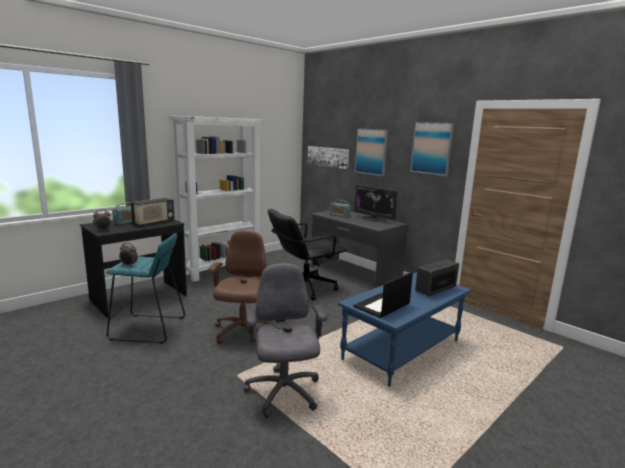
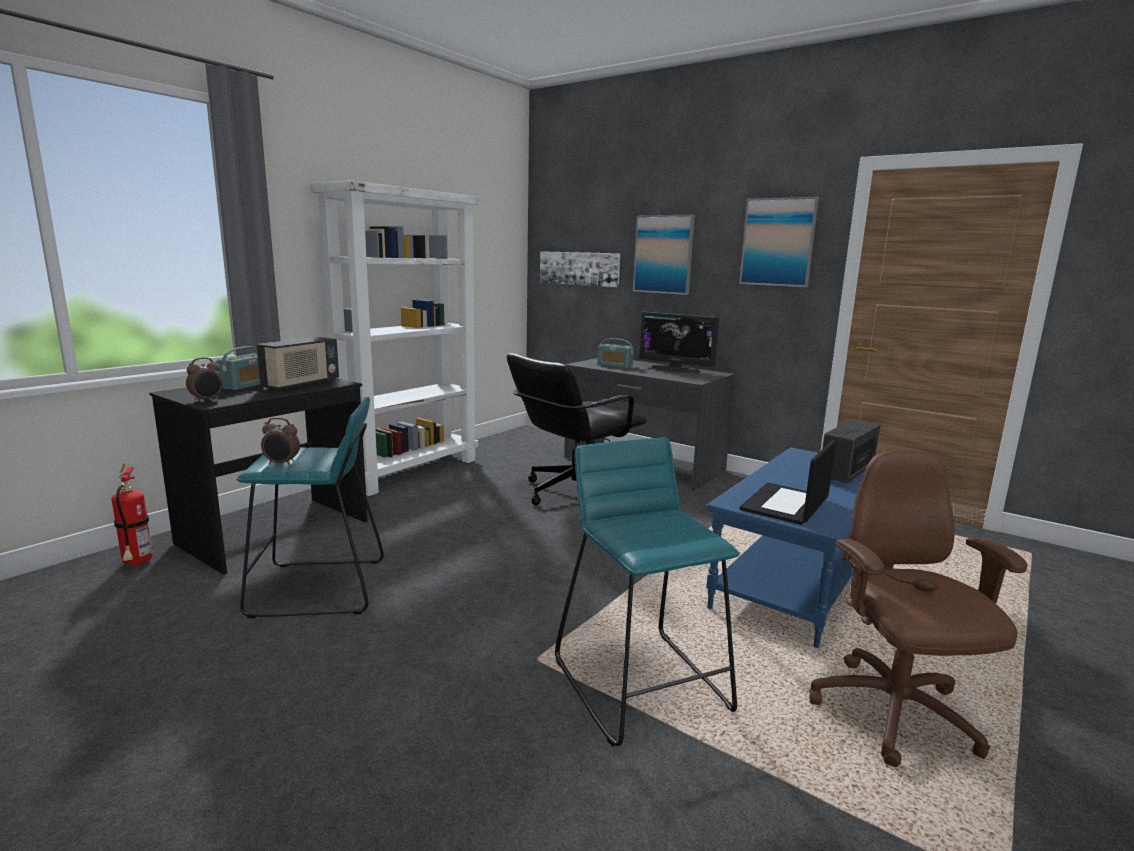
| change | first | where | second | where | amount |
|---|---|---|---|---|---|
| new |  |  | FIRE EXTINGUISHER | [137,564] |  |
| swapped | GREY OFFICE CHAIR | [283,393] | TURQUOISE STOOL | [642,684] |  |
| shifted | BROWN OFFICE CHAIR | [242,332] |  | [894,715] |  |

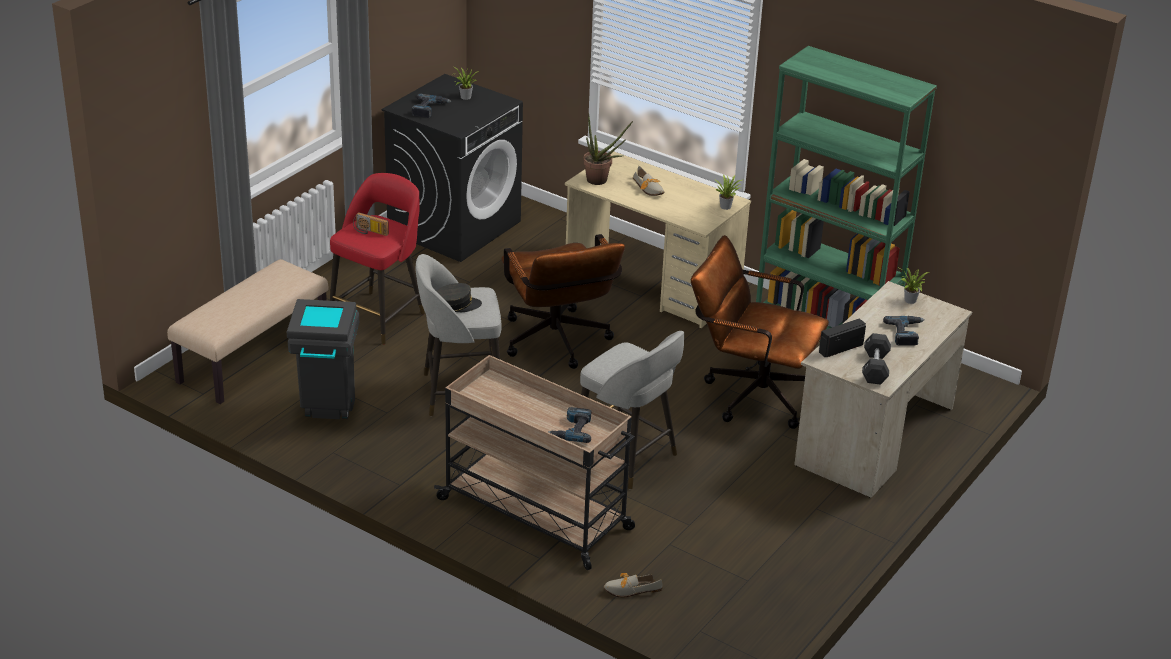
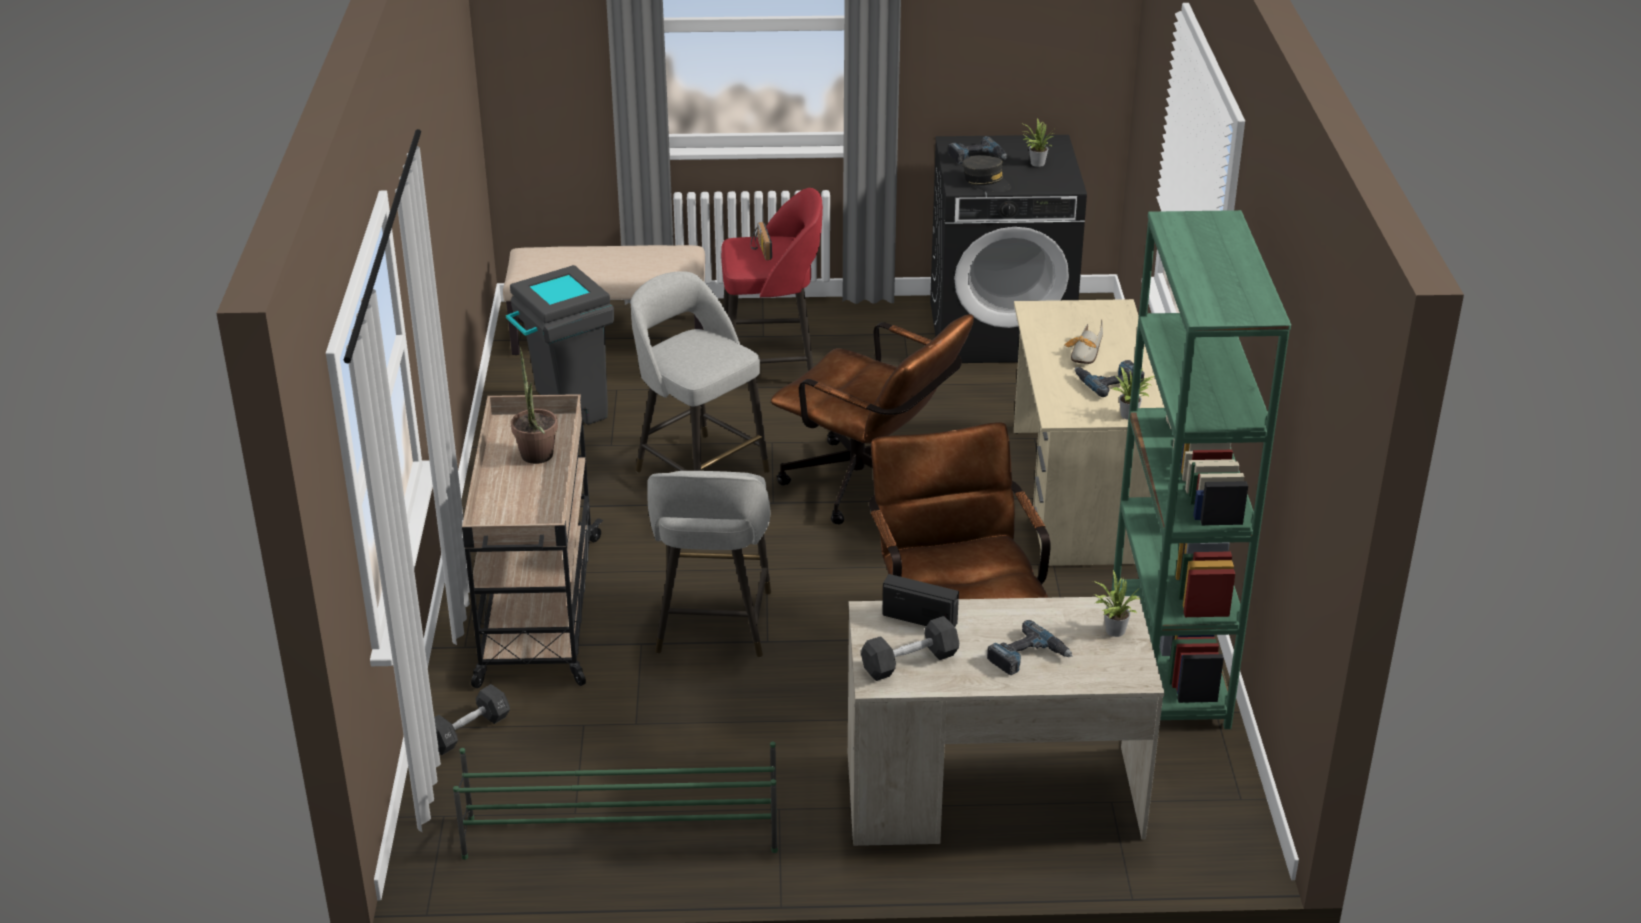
| change | first | where | second | where | amount |
|---|---|---|---|---|---|
| swapped | SHOE | [628,590] | BLACK DUMBBELL | [468,731] |  |
| new |  |  | GREEN SHOE RACK | [619,834] |  |
| shifted | POTTED PLANT | [601,181] |  | [537,459] |  |
| rotated | BROWN OFFICE CHAIR | [558,345] |  | [869,488] | 90 degrees counterclockwise |
| shifted | GREY CAP | [458,304] |  | [986,182] |  |
| shifted | POWER DRILL | [571,430] |  | [1108,381] |  |

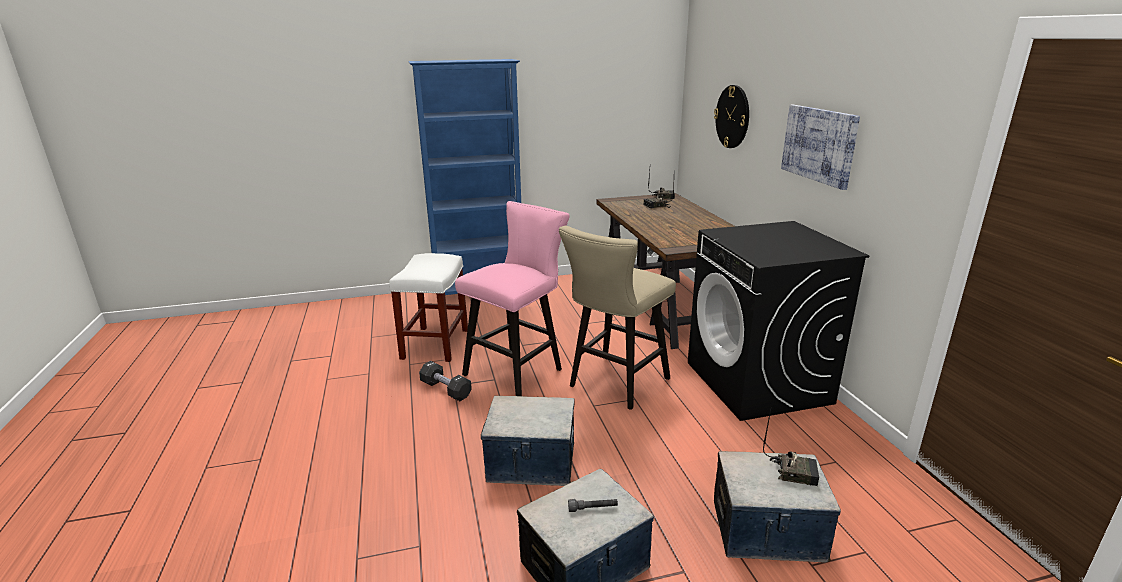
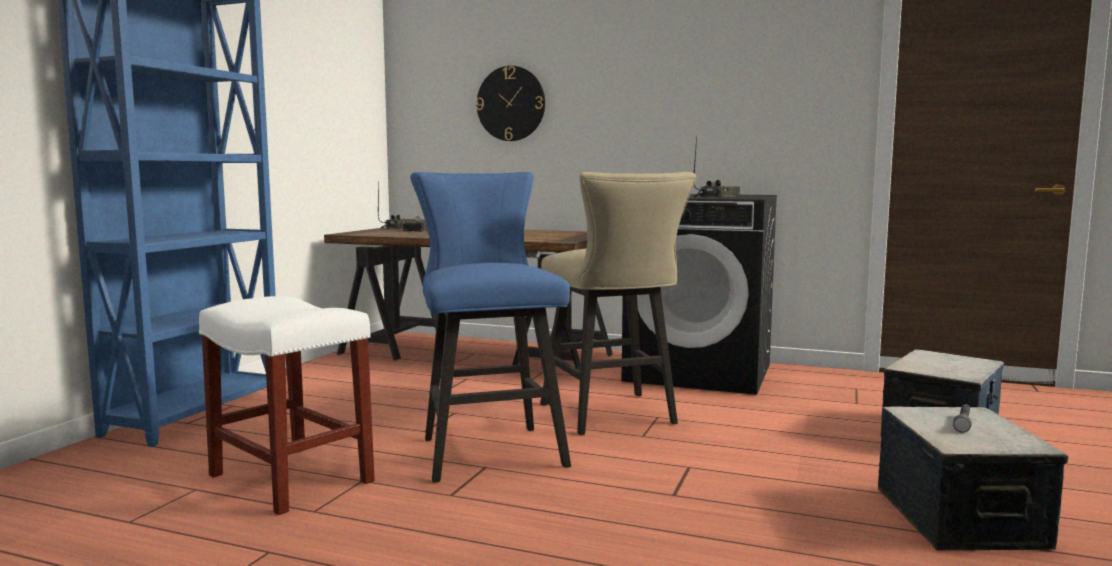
| change | first | where | second | where | amount |
|---|---|---|---|---|---|
| repainted | PINK STOOL | [518,370] | BLUE STOOL | [488,449] |  |
| shifted | RADIO | [794,472] |  | [716,197] |  |
| gone | BLACK DUMBBELL | [446,390] |  |  |  |
| gone | STORAGE BOX | [531,463] |  |  |  |
| gone | PICTURE | [819,144] |  |  |  |

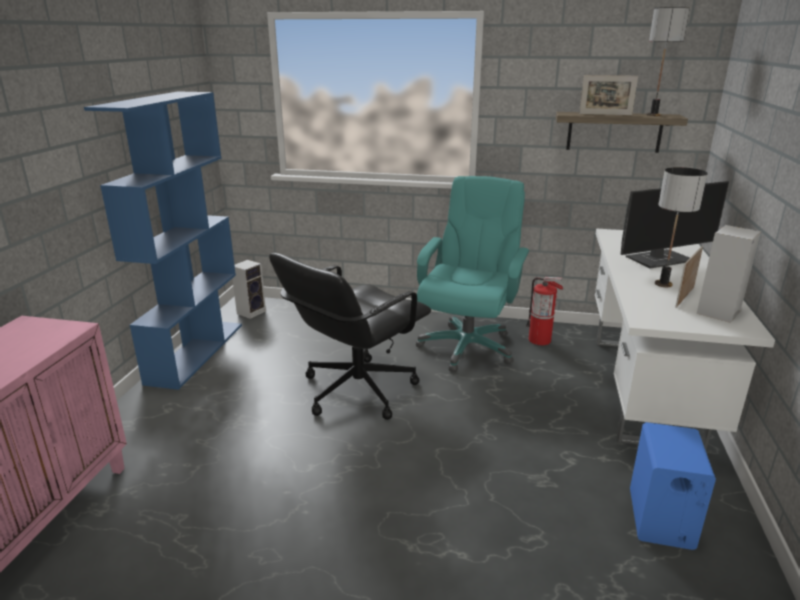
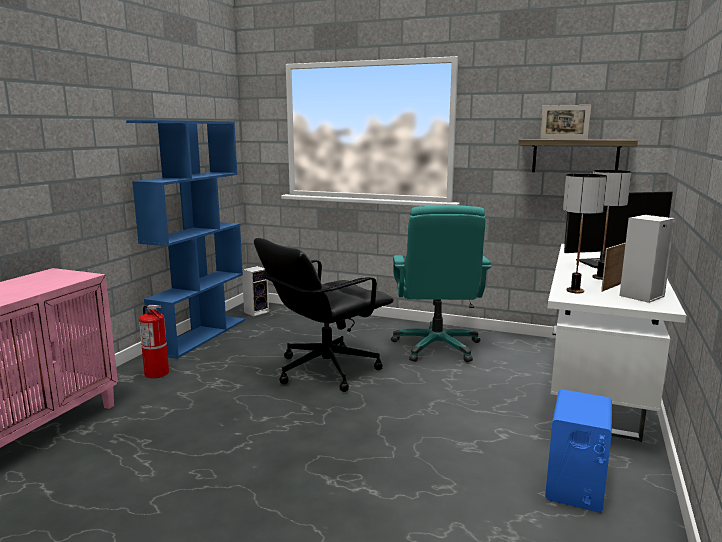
| change | first | where | second | where | amount |
|---|---|---|---|---|---|
| shifted | FIRE EXTINGUISHER | [540,340] |  | [157,373] |  |
| rotated | TURQUOISE OFFICE CHAIR | [467,346] |  | [437,347] | 150 degrees clockwise |
| shifted | TABLE LAMP | [653,115] |  | [574,291] |  |

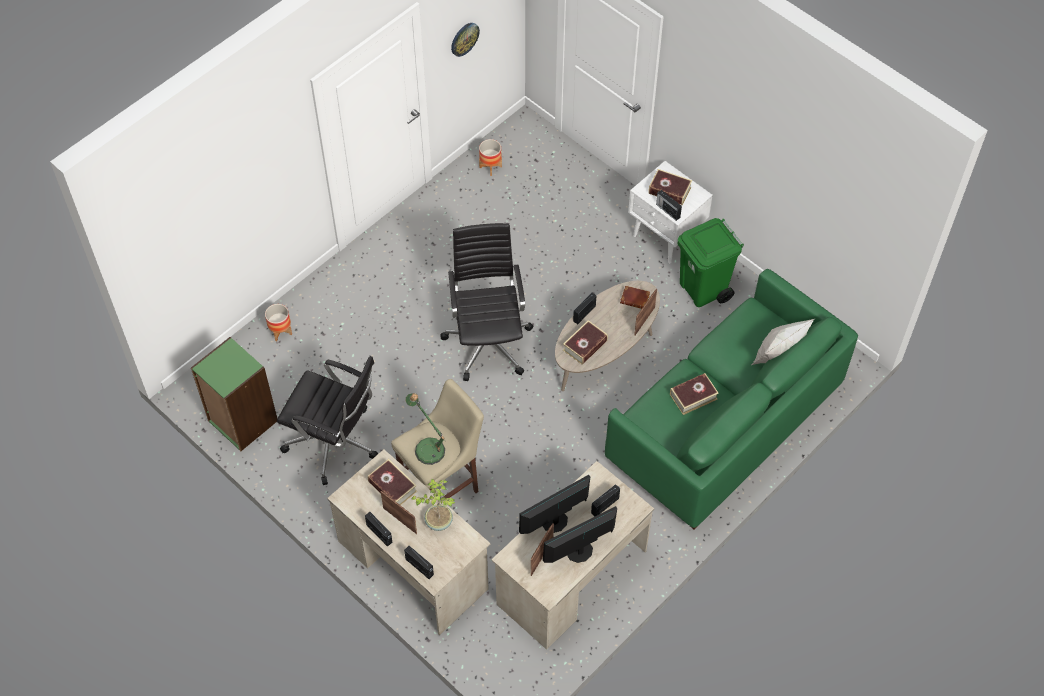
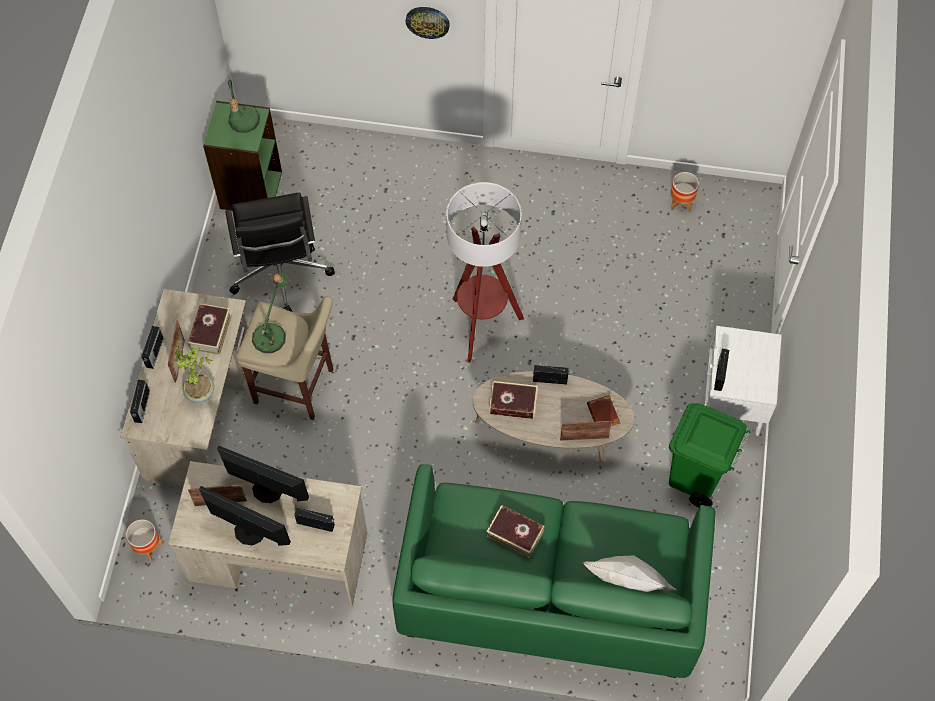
| change | first | where | second | where | amount |
|---|---|---|---|---|---|
| shifted | PLANTER | [280,331] |  | [148,547] |  |
| new |  |  | TABLE LAMP | [243,125] |  |
| shifted | WALL CLOCK | [464,39] |  | [427,21] |  |
| swapped | BLACK OFFICE CHAIR | [488,341] | FLOOR LAMP | [481,326] |  |
| gone | BOOK | [669,190] |  |  |  |

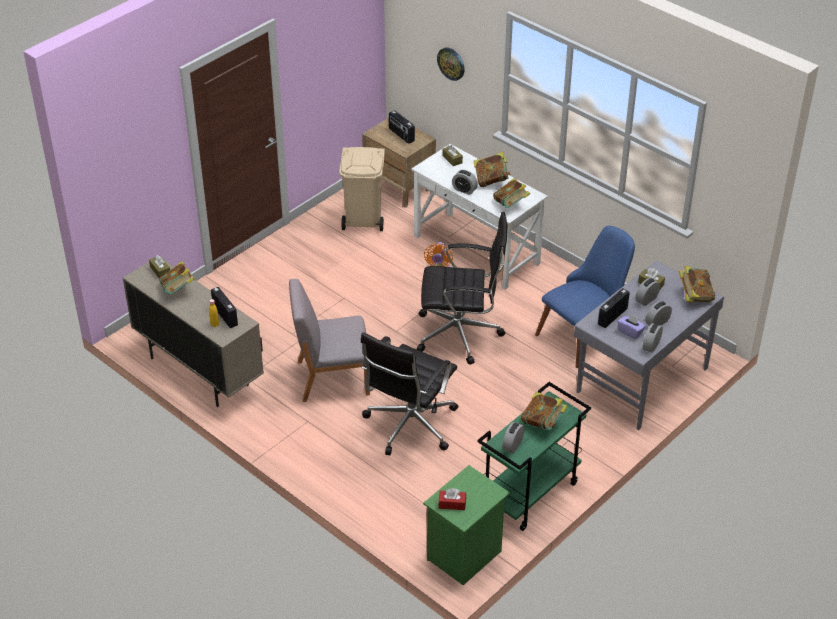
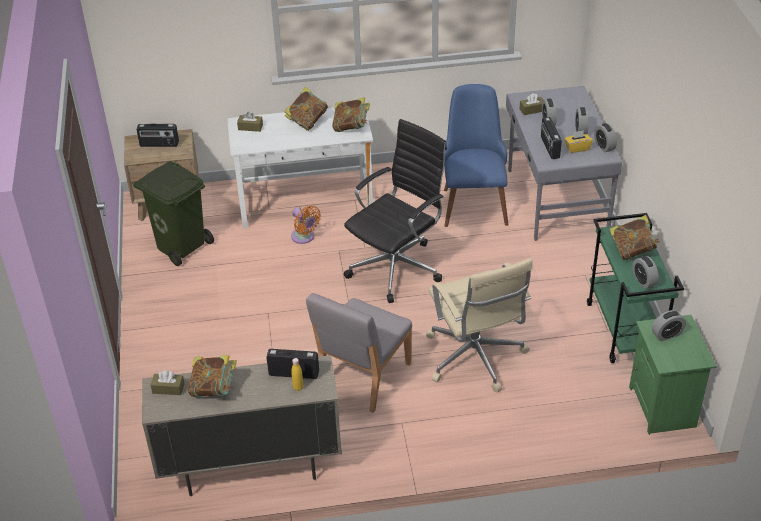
| change | first | where | second | where | amount |
|---|---|---|---|---|---|
| repainted | BEIGE TRASH CAN | [364,219] | GREEN TRASH CAN | [182,245] |  |
| repainted | BLACK OFFICE CHAIR | [409,426] | BEIGE OFFICE CHAIR | [475,358] |  |
| repainted | PURPLE TISSUE BOX | [630,332] | YELLOW TISSUE BOX | [577,148] |  |
| shifted | ALARM CLOCK | [464,190] |  | [667,334] |  |
| gone | WALL CLOCK | [451,63] |  |  |  |
| gone | RED TISSUE BOX | [452,504] |  |  |  |
| gone | BOOK | [695,296] |  |  |  |

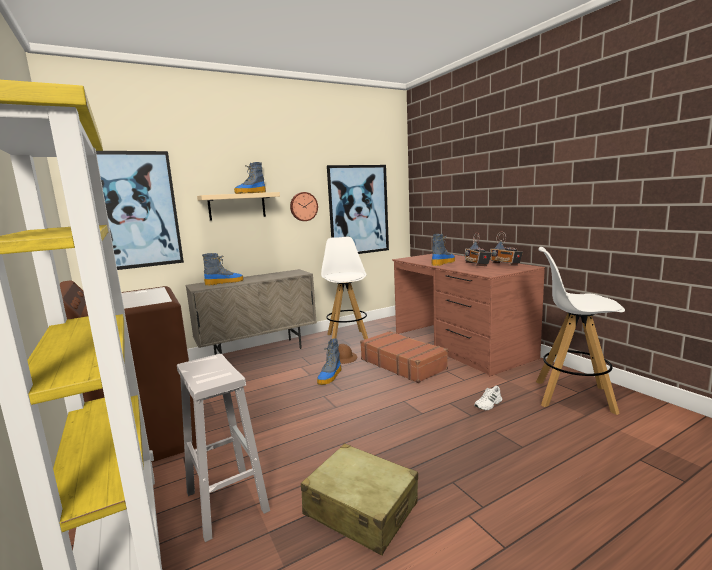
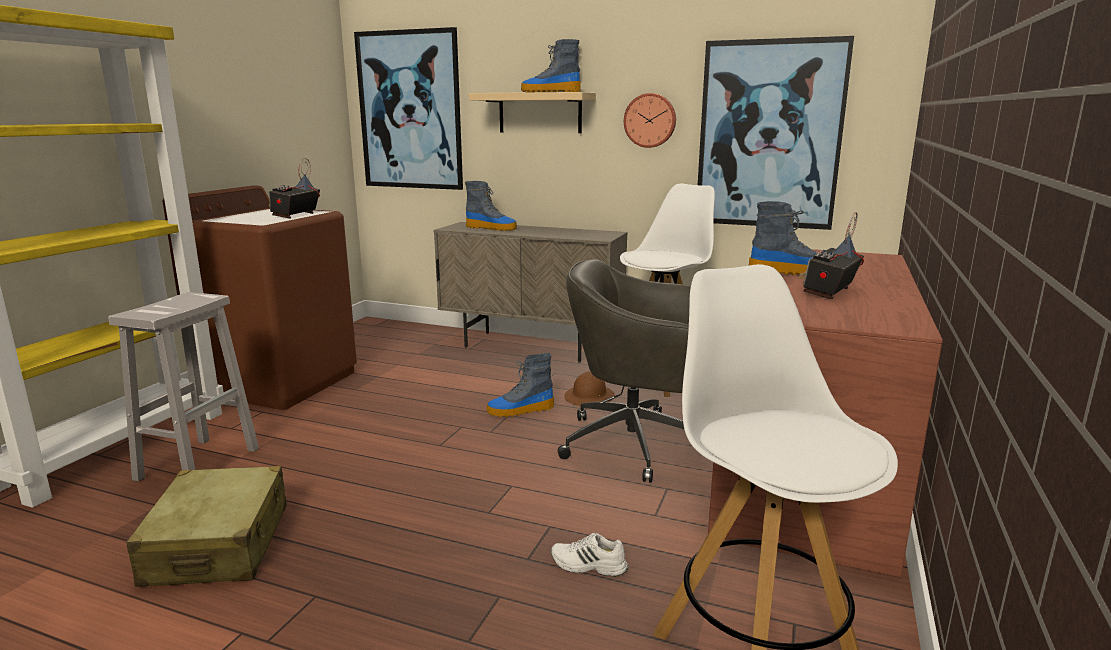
| change | first | where | second | where | amount |
|---|---|---|---|---|---|
| shifted | RADIO | [505,264] |  | [295,215] |  |
| swapped | BROWN SUITCASE | [403,364] | GREY OFFICE CHAIR | [637,444] |  |

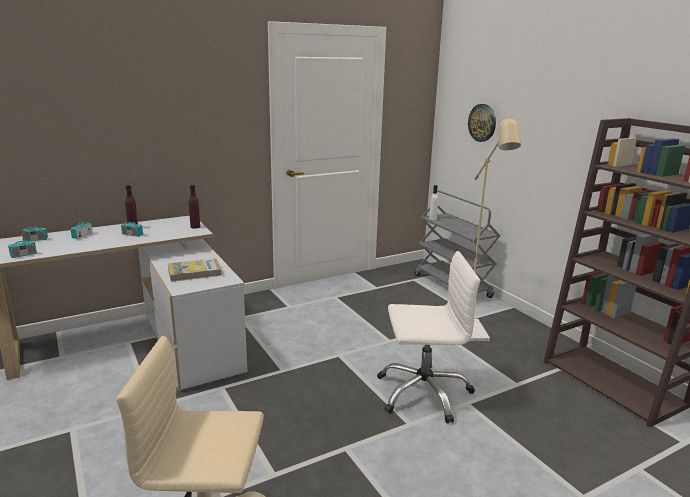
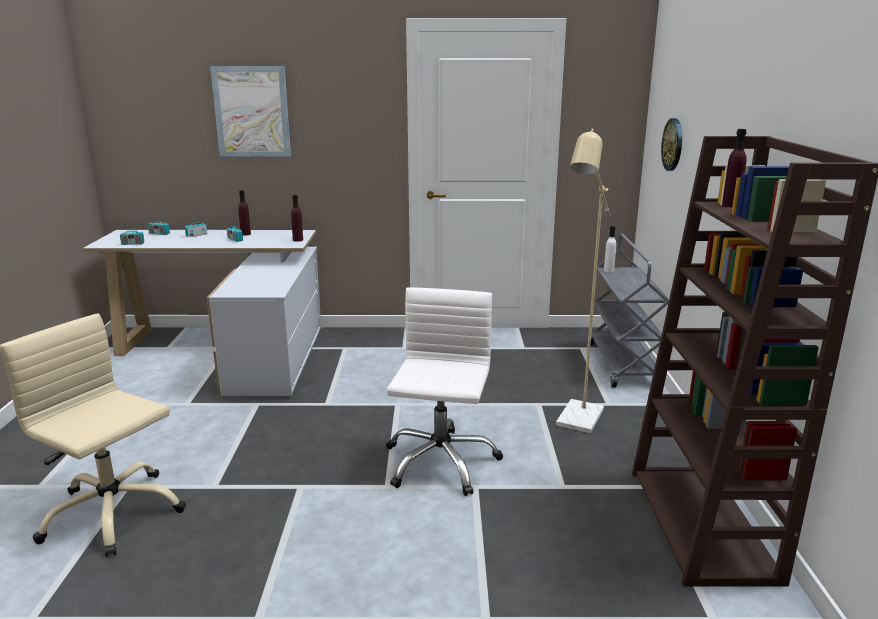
| change | first | where | second | where | amount |
|---|---|---|---|---|---|
| new |  |  | PICTURE | [252,112] |  |
| rotated | WHITE OFFICE CHAIR | [423,392] |  | [440,462] | 105 degrees counterclockwise |
| new |  |  | PURPLE BOTTLE | [730,205] |  |
| gone | BOOK | [194,272] |  |  |  |

